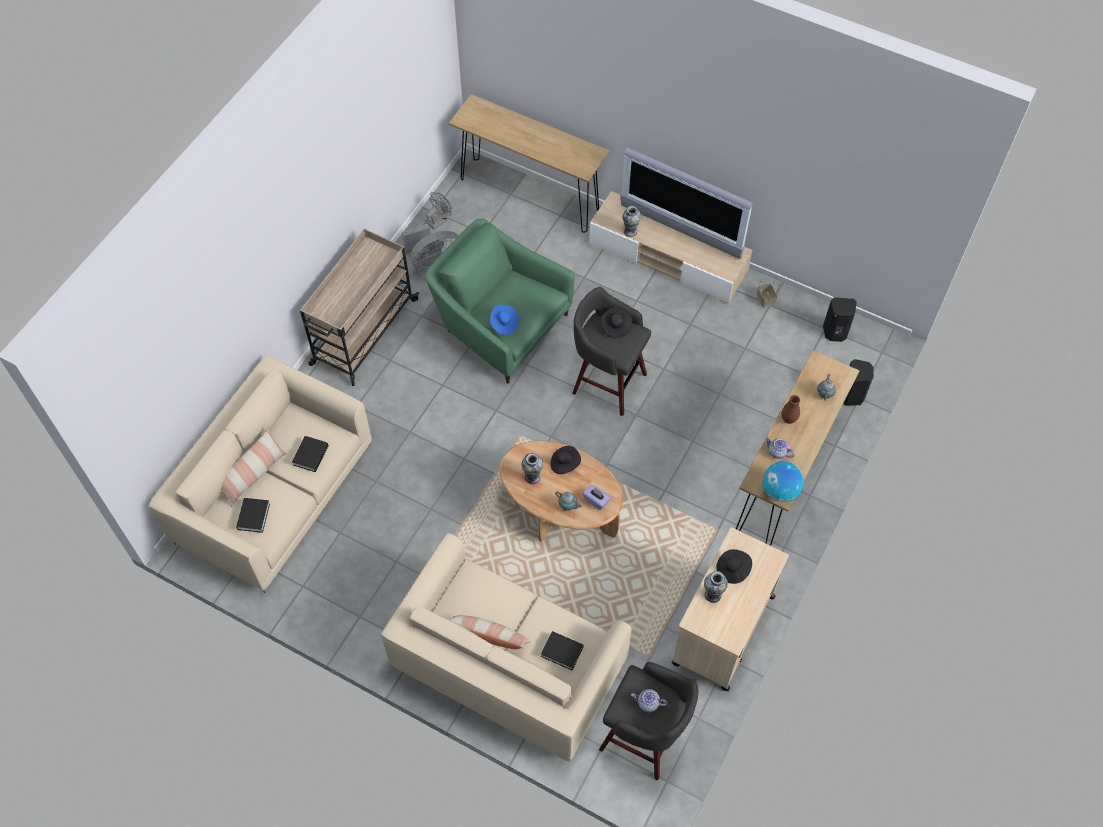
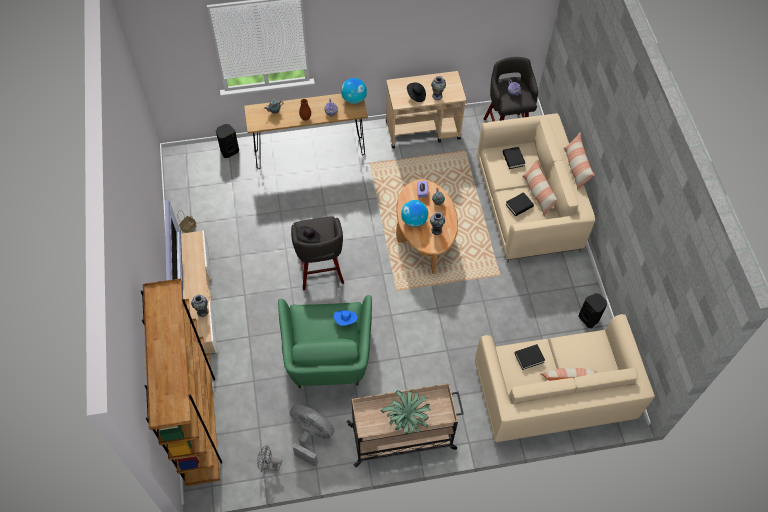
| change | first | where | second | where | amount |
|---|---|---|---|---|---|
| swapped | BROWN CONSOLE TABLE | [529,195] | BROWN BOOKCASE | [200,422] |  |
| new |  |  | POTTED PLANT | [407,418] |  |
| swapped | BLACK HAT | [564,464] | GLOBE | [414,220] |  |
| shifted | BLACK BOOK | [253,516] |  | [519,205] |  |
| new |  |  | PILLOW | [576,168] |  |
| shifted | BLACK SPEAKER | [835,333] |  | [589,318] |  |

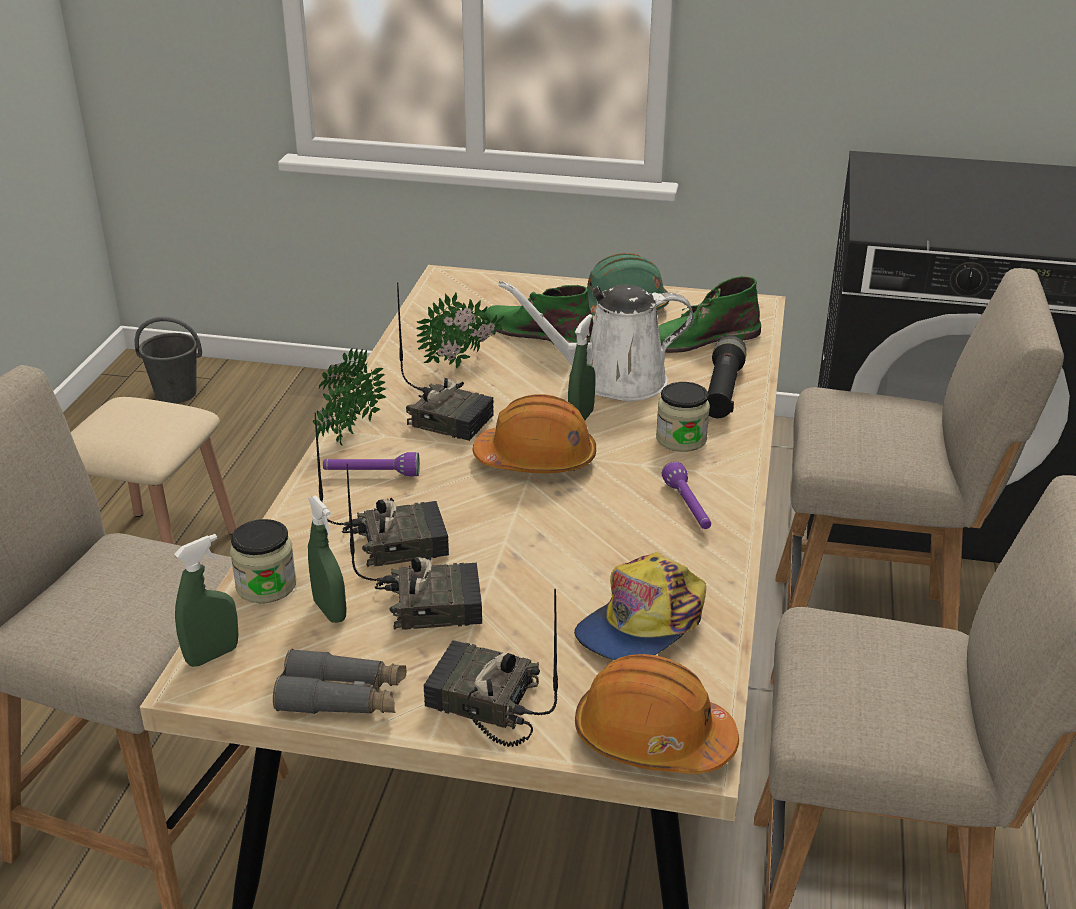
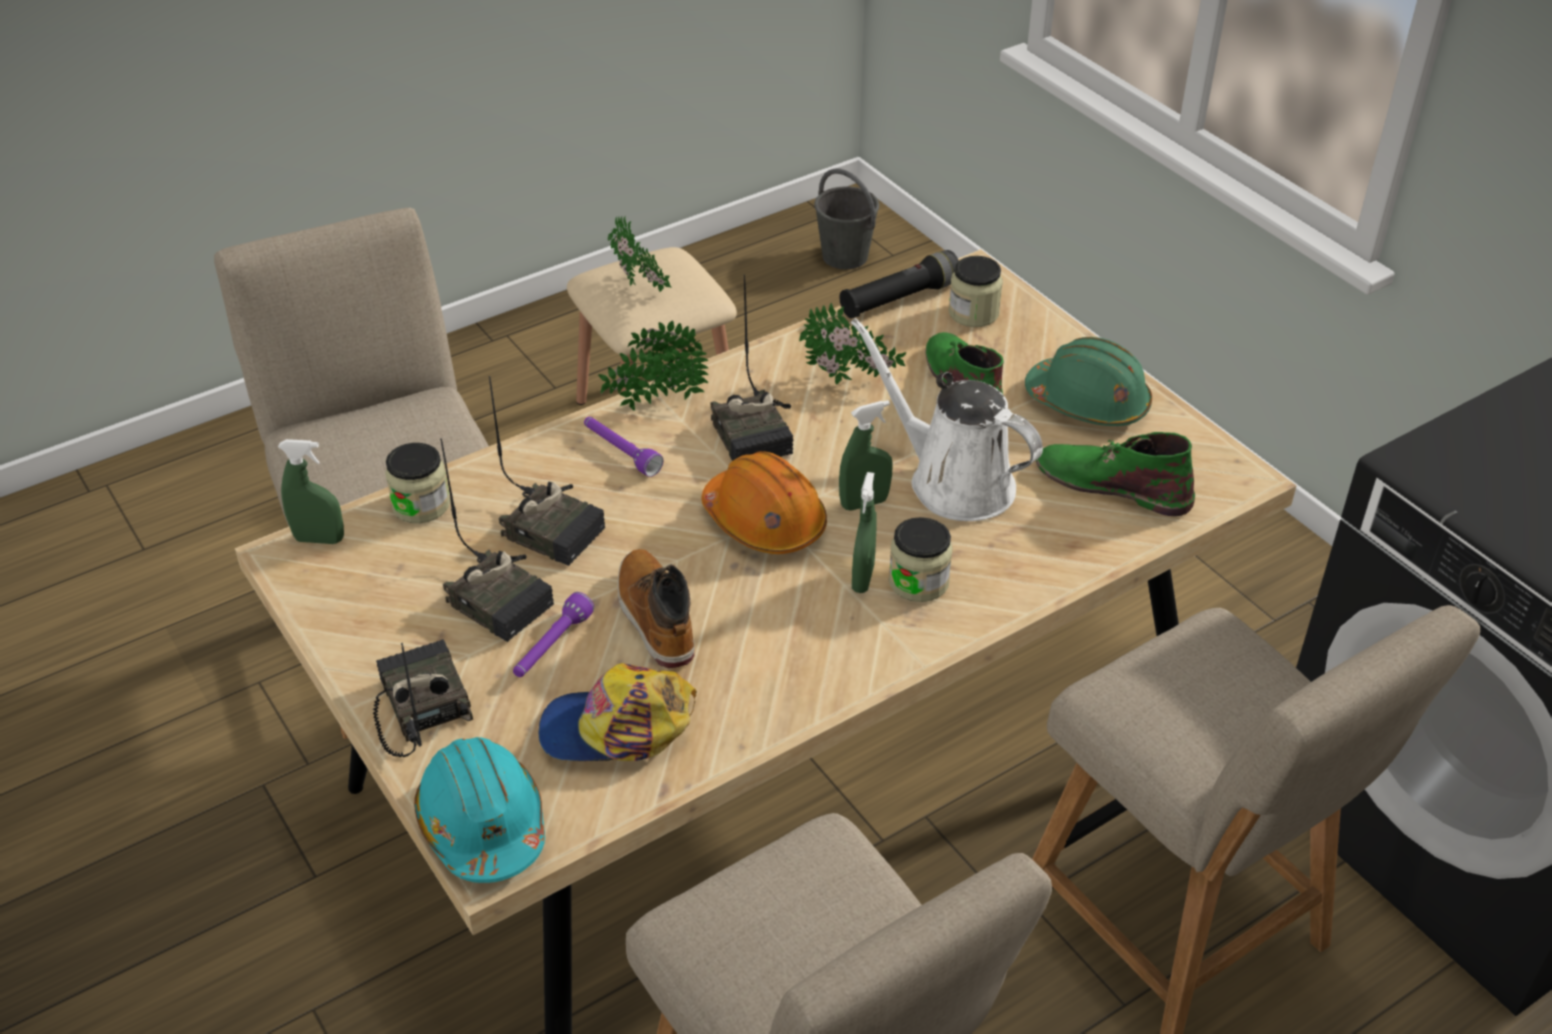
| change | first | where | second | where | amount |
|---|---|---|---|---|---|
| repainted | ORANGE HARD HAT | [652,738] | TURQUOISE HARD HAT | [482,824] |  |
| shifted | PURPLE FLASHLIGHT | [688,507] |  | [552,646] |  |
| new |  |  | POTTED PLANT | [641,289] |  |
| new |  |  | BOOT | [655,617] |  |
| shifted | BLACK FLASHLIGHT | [723,391] |  | [899,299] |  |
| shifted | GREEN SPRAY BOTTLE | [330,611] |  | [863,578] |  |
| new |  |  | JAR | [973,313] |  |
| gone | GREY BINOCULARS | [342,697] |  |  |  |

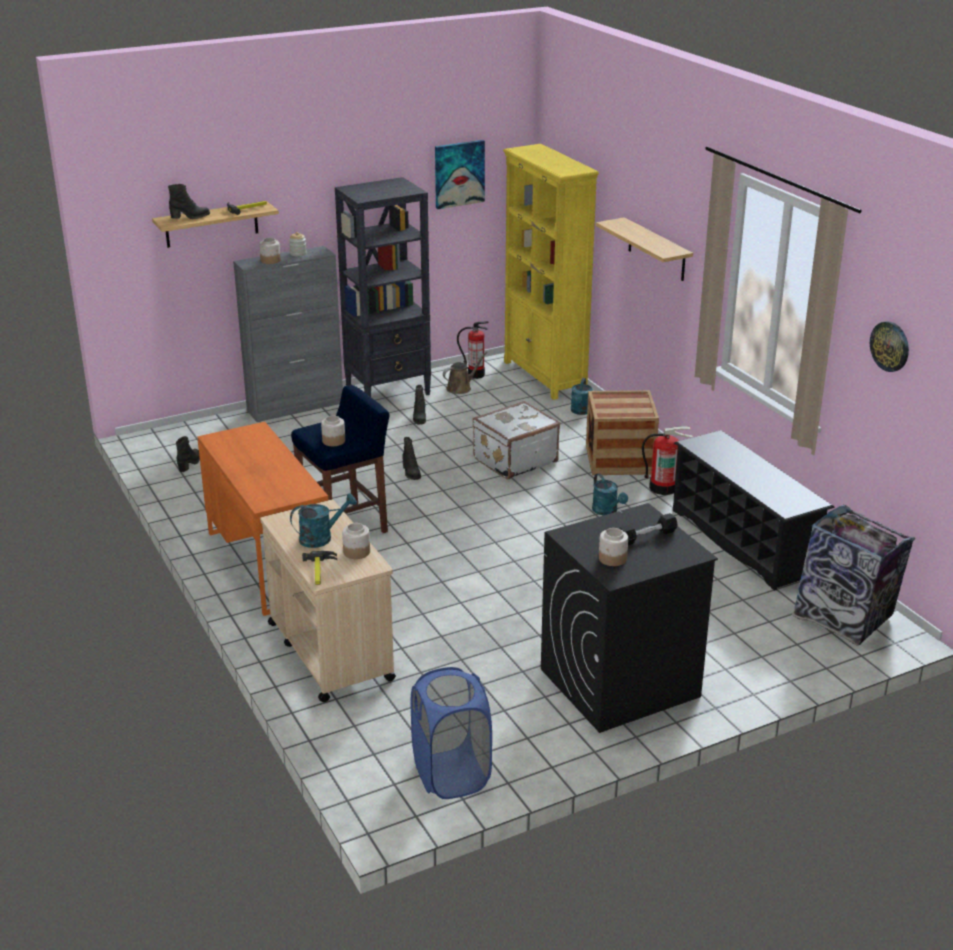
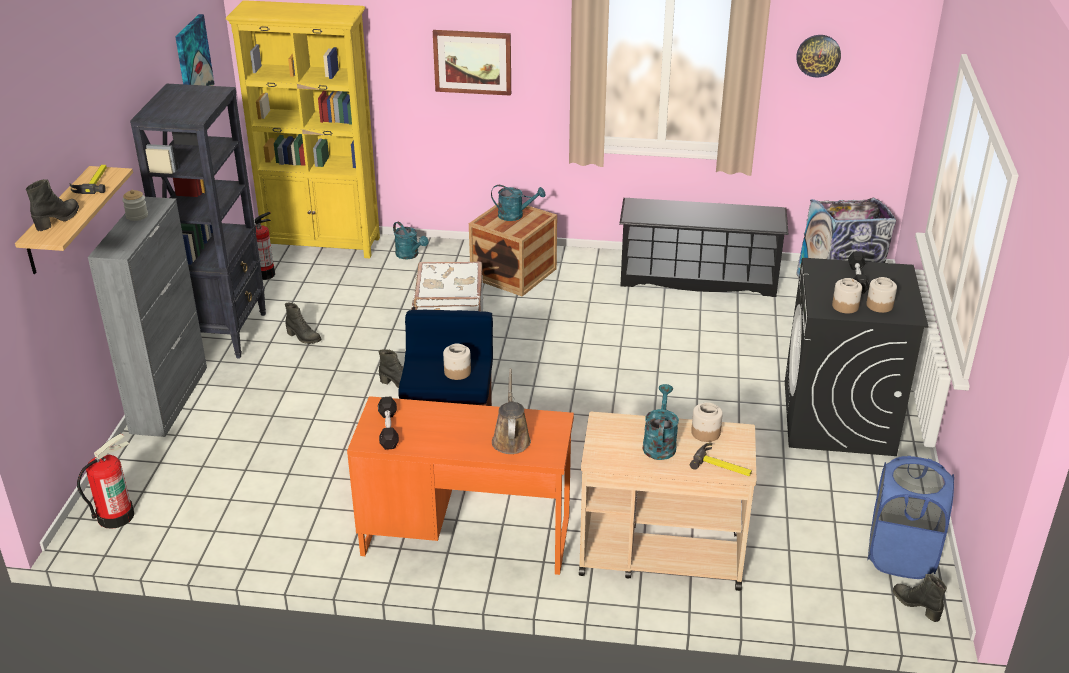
| change | first | where | second | where | amount |
|---|---|---|---|---|---|
| shifted | FIRE EXTINGUISHER | [663,487] |  | [115,515] |  |
| new |  |  | BLACK DUMBBELL | [388,429] |  |
| swapped | SHELF | [656,250] | PICTURE | [472,62] |  |
| shifted | TURQUOISE WATERING CAN | [607,511] |  | [515,215] |  |
| shifted | BROWN WATERING CAN | [461,388] |  | [511,438] |  |
| shifted | JAR | [271,260] |  | [845,306] |  |
| shifted | BLACK BOOT | [190,463] |  | [916,605] |  |

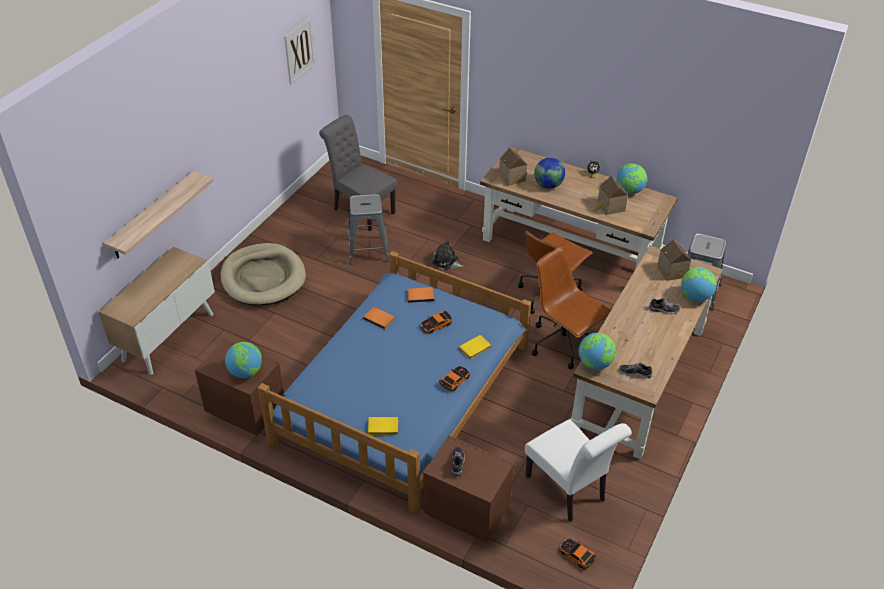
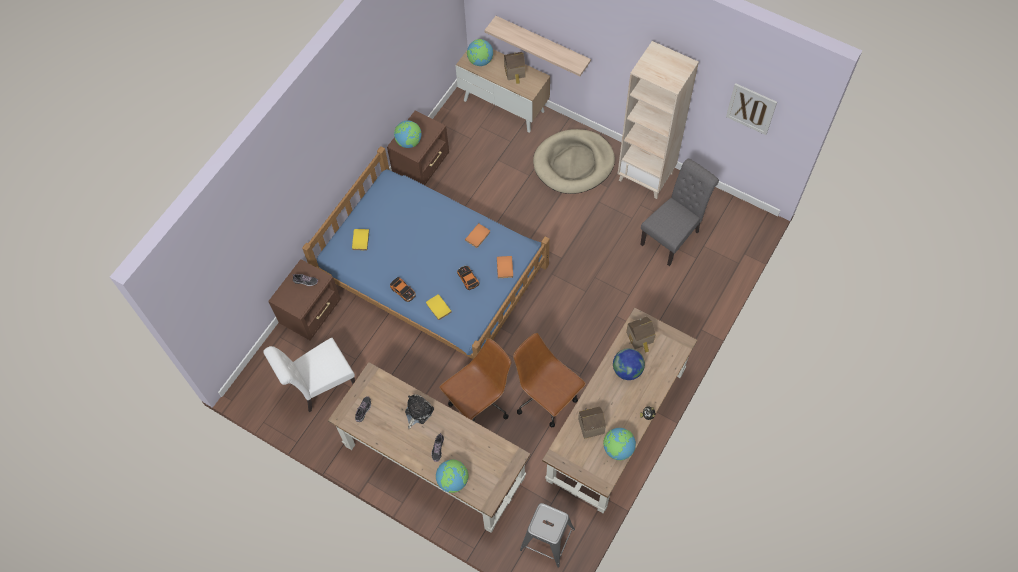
| change | first | where | second | where | amount |
|---|---|---|---|---|---|
| shifted | PLUSH TOY | [446,262] |  | [418,412] |  |
| shifted | GLOBE | [595,364] |  | [480,61] |  |
| shifted | TOY HOUSE | [673,271] |  | [515,72] |  |
| new |  |  | BEIGE BOOKCASE | [646,176] |  |
| gone | GREY STOOL | [368,250] |  |  |  |
| gone | TOY CAR | [576,555] |  |  |  |

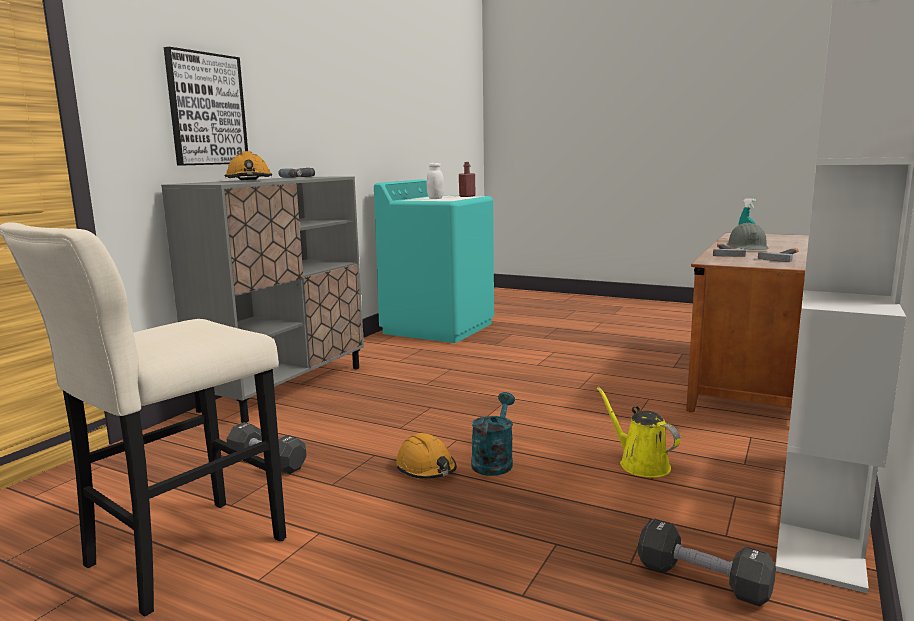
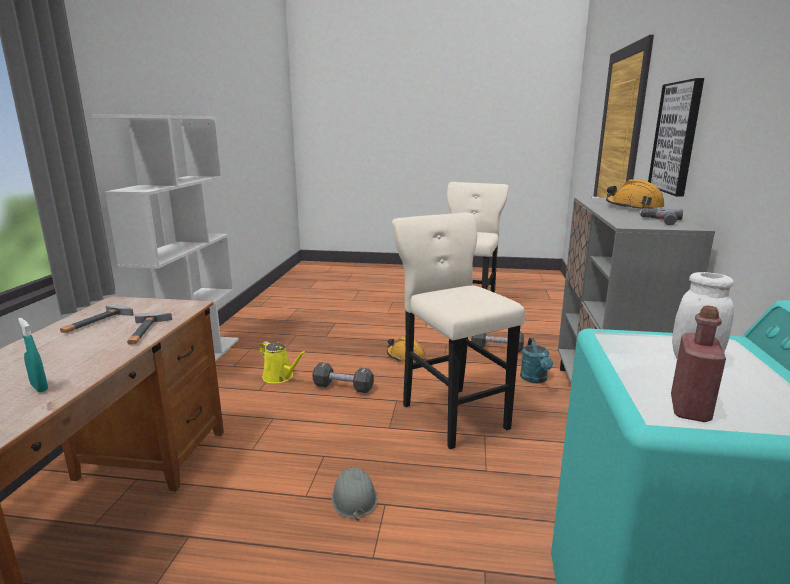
| change | first | where | second | where | amount |
|---|---|---|---|---|---|
| shifted | BLACK DUMBBELL | [702,580] |  | [343,387] |  |
| shifted | GREY HARD HAT | [747,247] |  | [353,497] |  |
| new |  |  | BEIGE STOOL | [452,413] |  |
| shifted | TURQUOISE WATERING CAN | [494,461] |  | [535,379] |  |

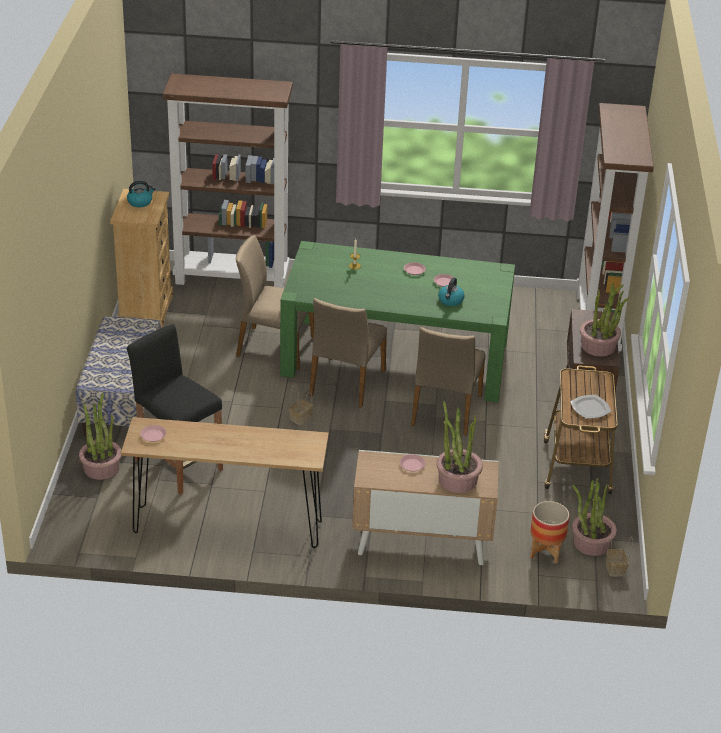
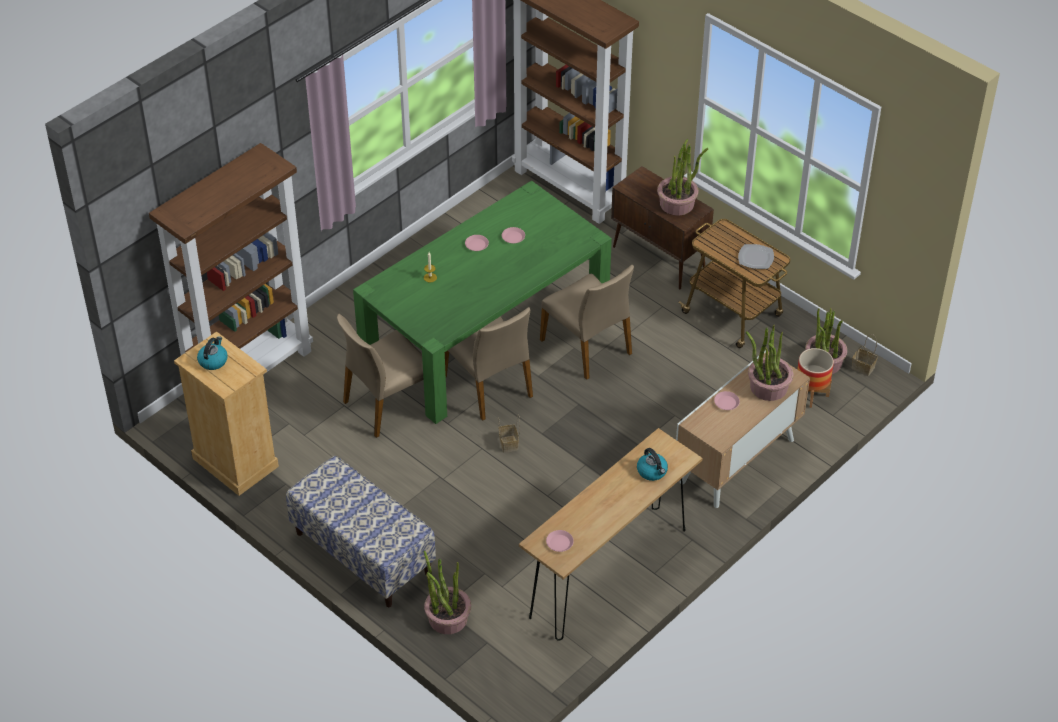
| change | first | where | second | where | amount |
|---|---|---|---|---|---|
| shifted | KETTLE | [450,300] |  | [652,471] |  |
| gone | BLACK STOOL | [179,464] |  |  |  |

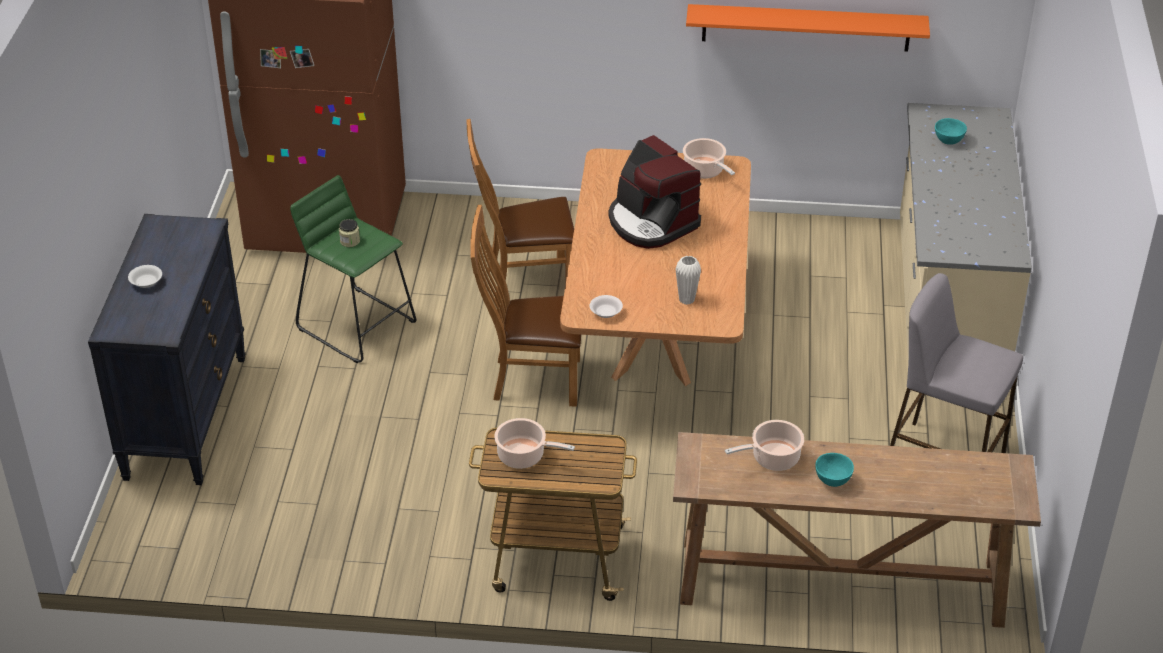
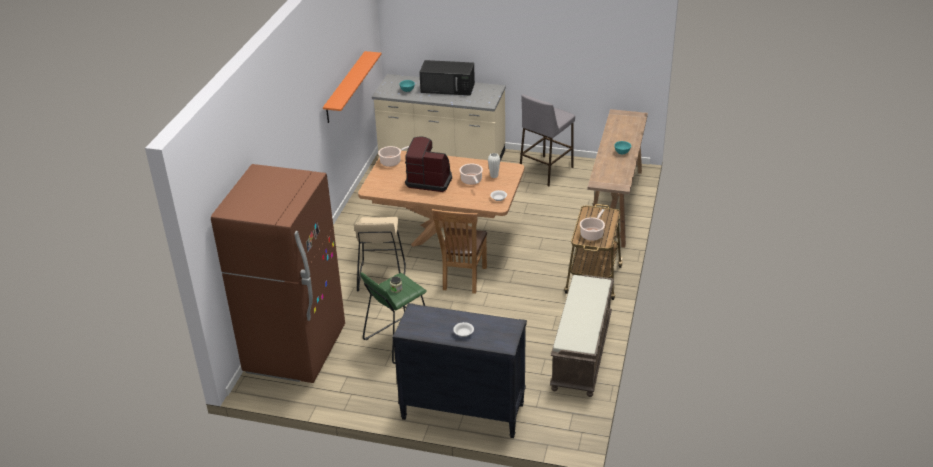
| change | first | where | second | where | amount |
|---|---|---|---|---|---|
| swapped | BROWN CHAIR | [524,282] | BEIGE STOOL | [381,277] |  |
| rotated | COFFEE MACHINE | [651,222] |  | [429,180] | 135 degrees counterclockwise |
| new |  |  | BLACK MICROWAVE | [448,87] |  |
| shifted | COOKING POT | [772,458] |  | [471,181] |  |
| new |  |  | BROWN BENCH | [582,353] |  |

